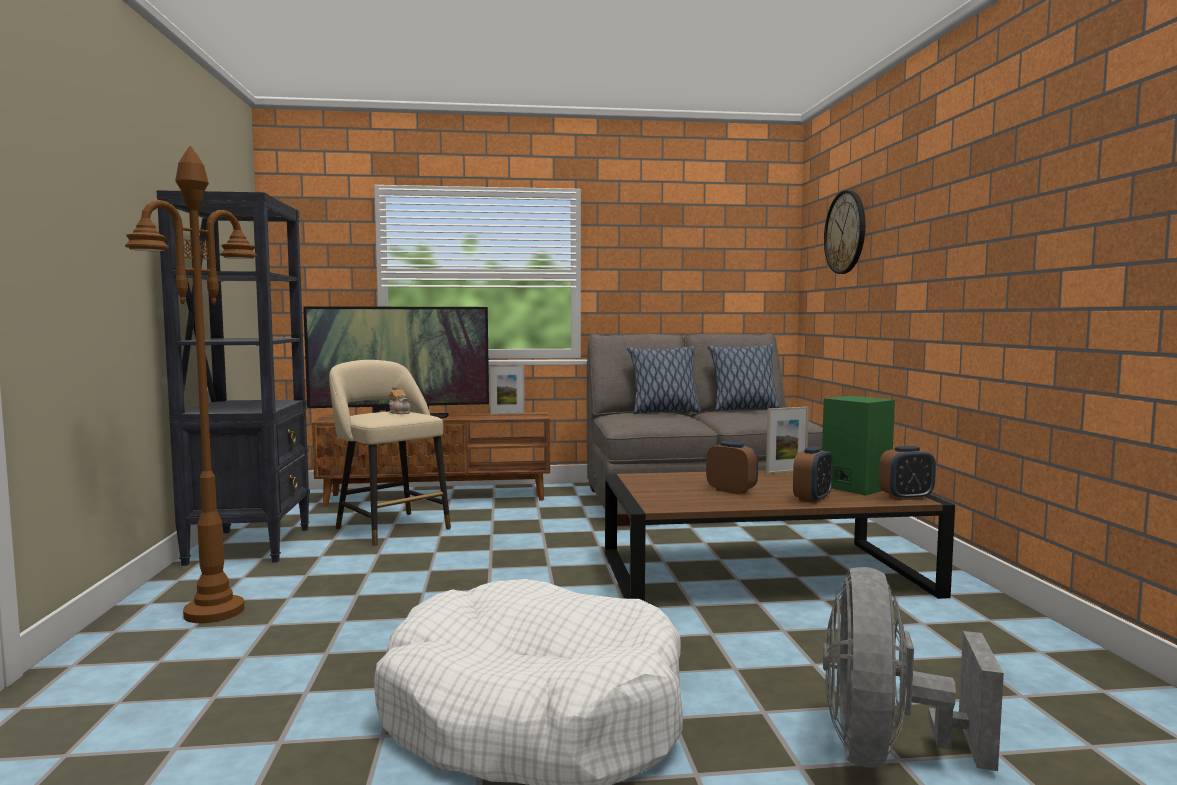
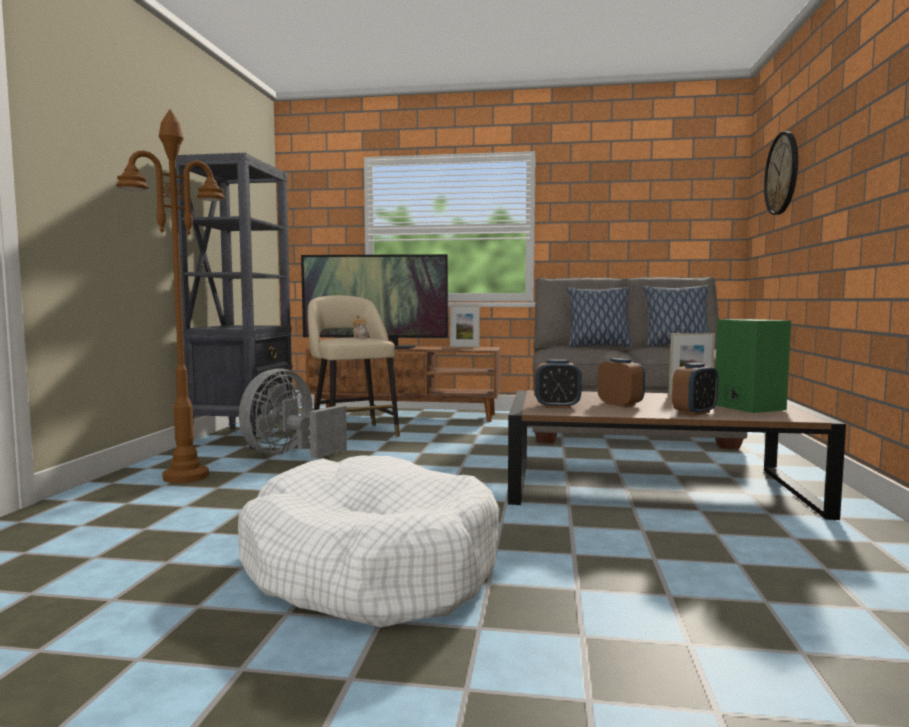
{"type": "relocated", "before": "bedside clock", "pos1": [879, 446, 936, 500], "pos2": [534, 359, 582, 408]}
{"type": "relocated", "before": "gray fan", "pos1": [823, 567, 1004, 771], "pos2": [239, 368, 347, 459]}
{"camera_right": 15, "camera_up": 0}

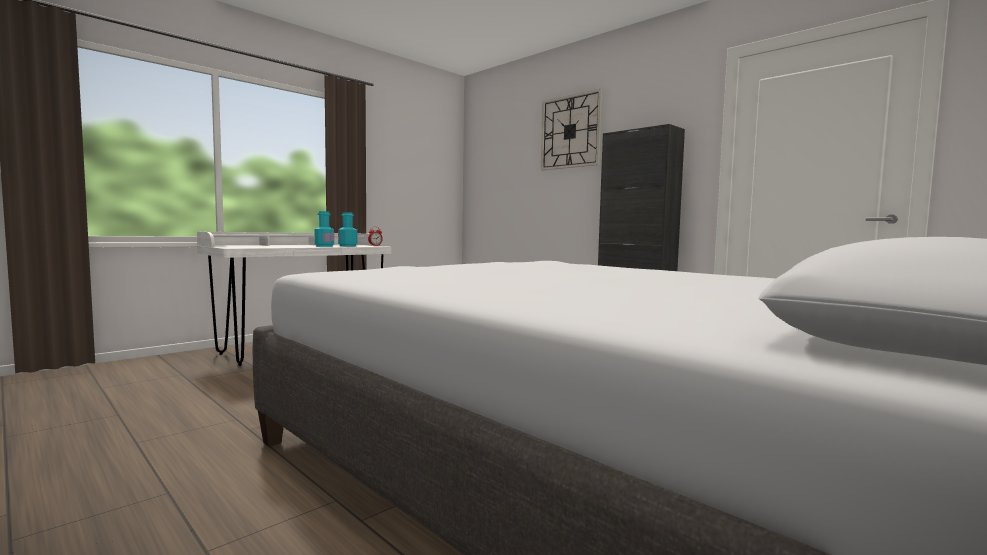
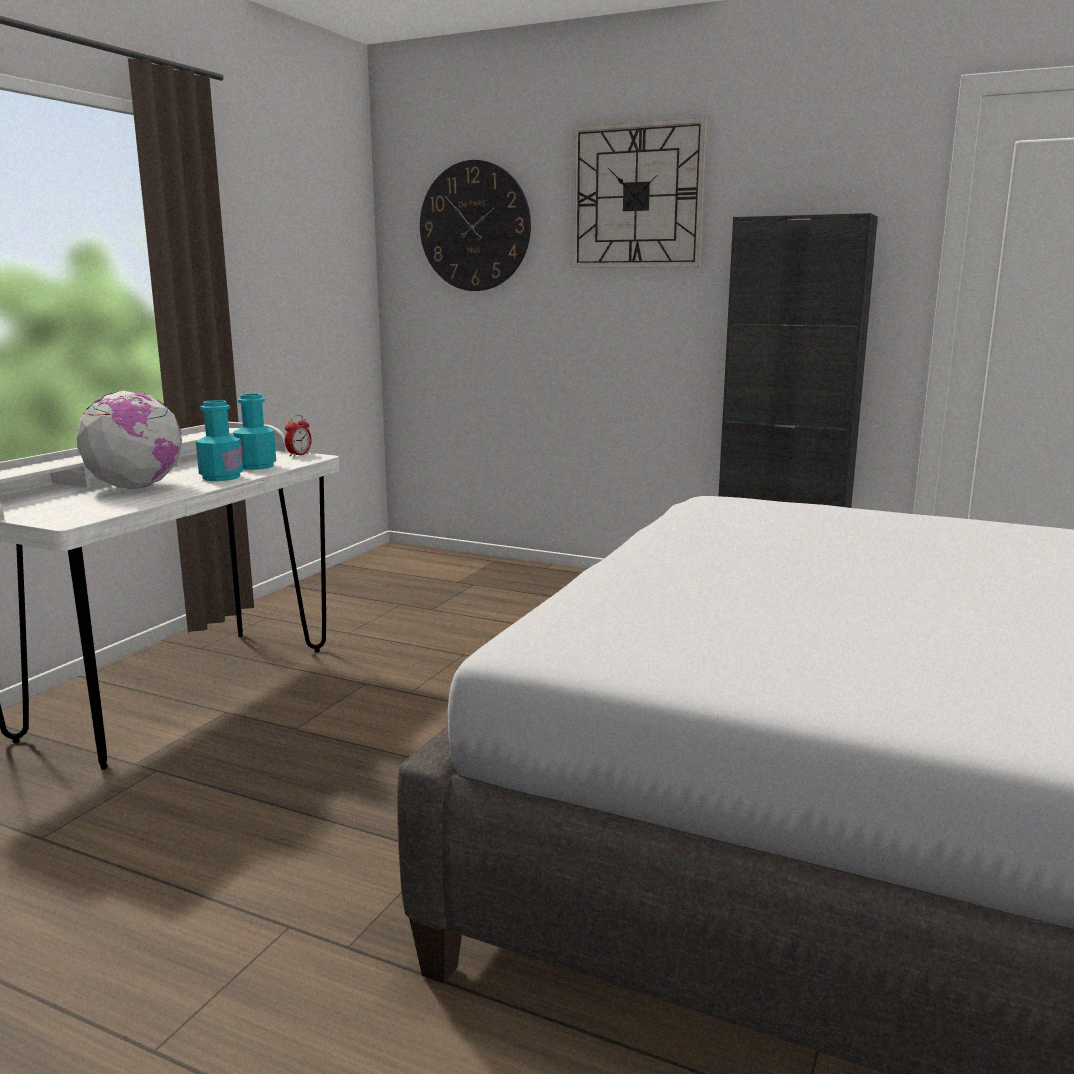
{"type": "appeared", "after": "hanging clock", "pos2": [420, 160, 531, 291]}
{"type": "appeared", "after": "world globe", "pos2": [77, 391, 182, 489]}
{"camera_right": -20, "camera_up": 10}

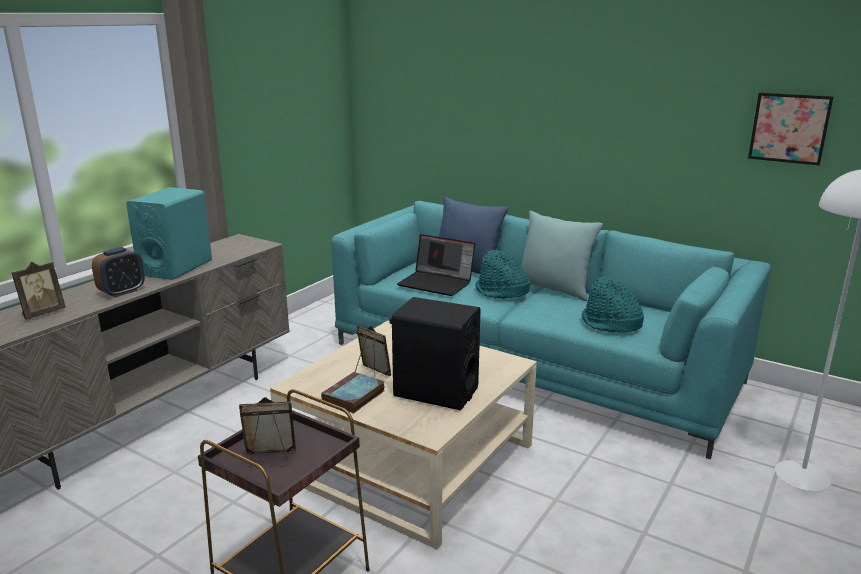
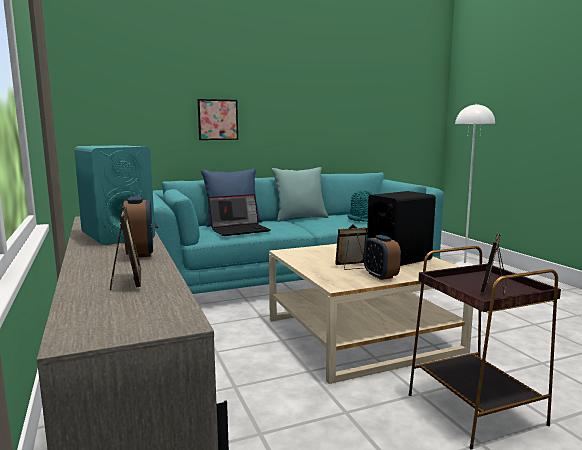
{"type": "relocated", "before": "wall picture", "pos1": [748, 93, 833, 165], "pos2": [197, 99, 238, 140]}
{"type": "missing", "before": "turquoise hat", "pos1": [475, 250, 530, 299]}
{"type": "exchanged", "before": "book", "after": "bedside clock", "pos1": [321, 372, 384, 414], "pos2": [364, 235, 401, 280]}
{"camera_right": -55, "camera_up": -10}

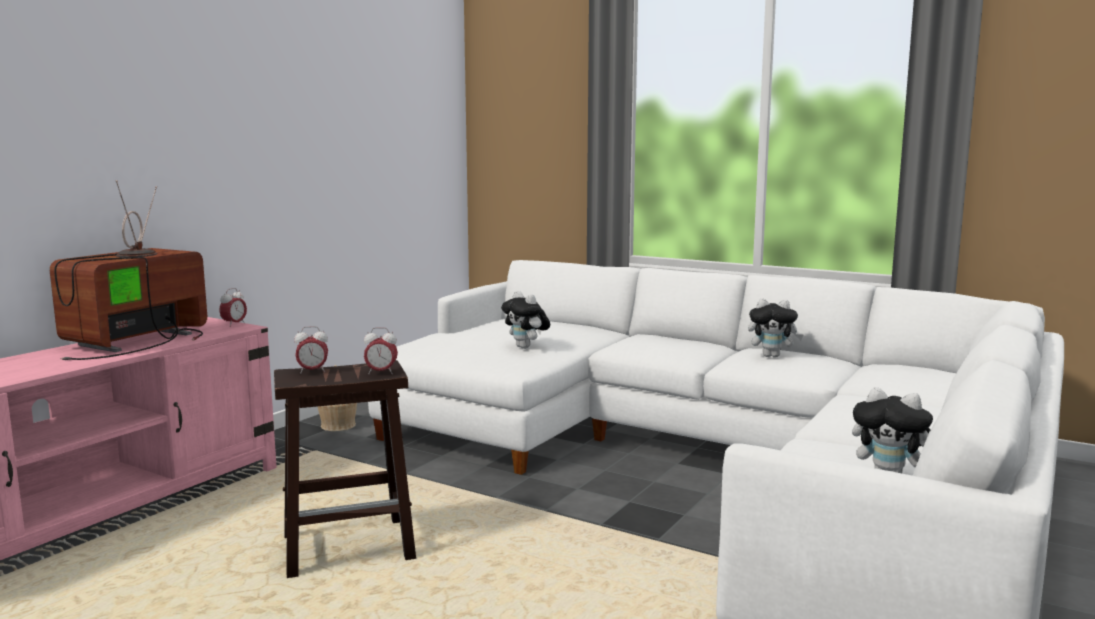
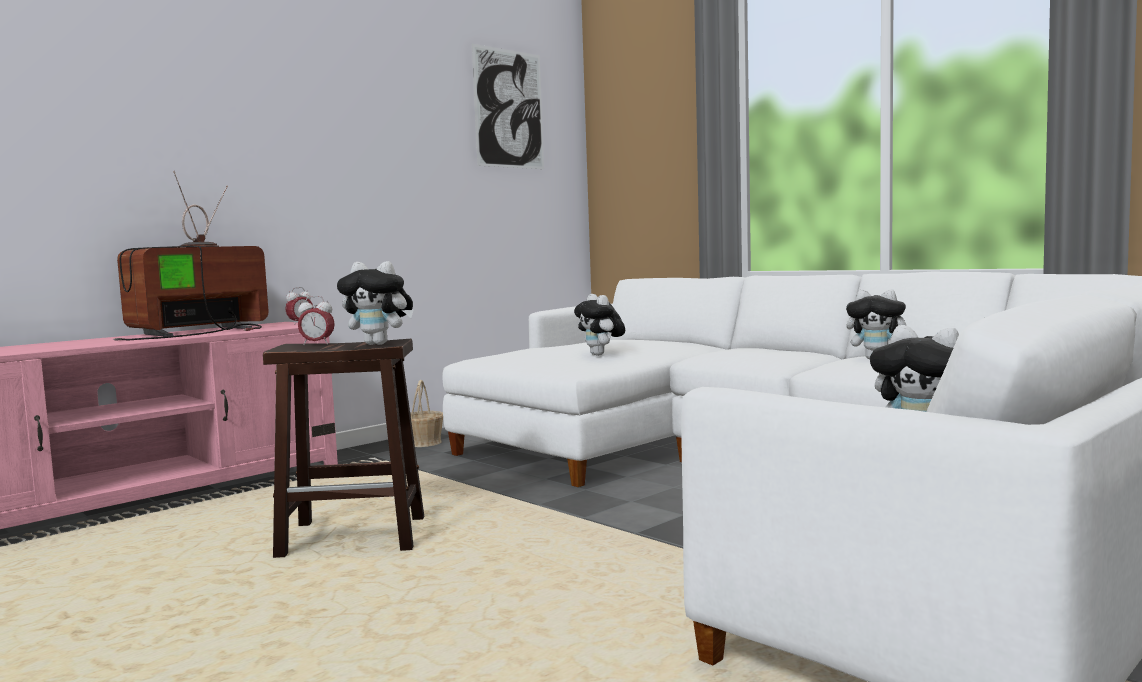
{"type": "exchanged", "before": "bedside clock", "after": "plush toy", "pos1": [364, 327, 398, 374], "pos2": [337, 261, 413, 345]}
{"type": "appeared", "after": "wall picture", "pos2": [472, 44, 544, 169]}
{"camera_right": 15, "camera_up": -5}

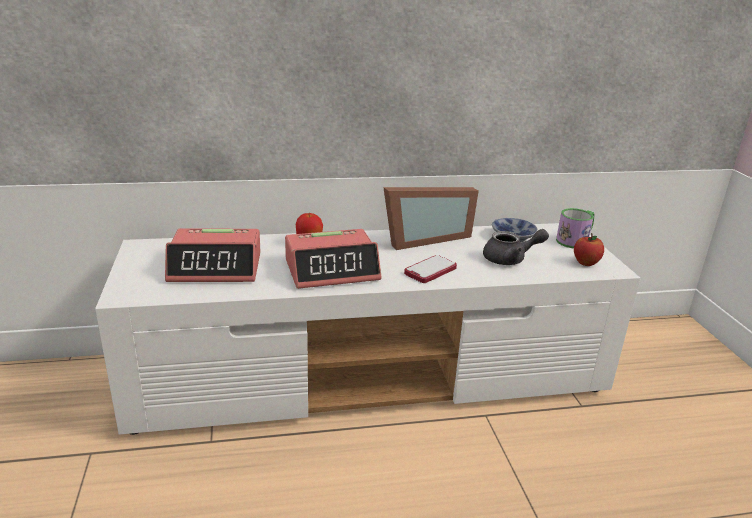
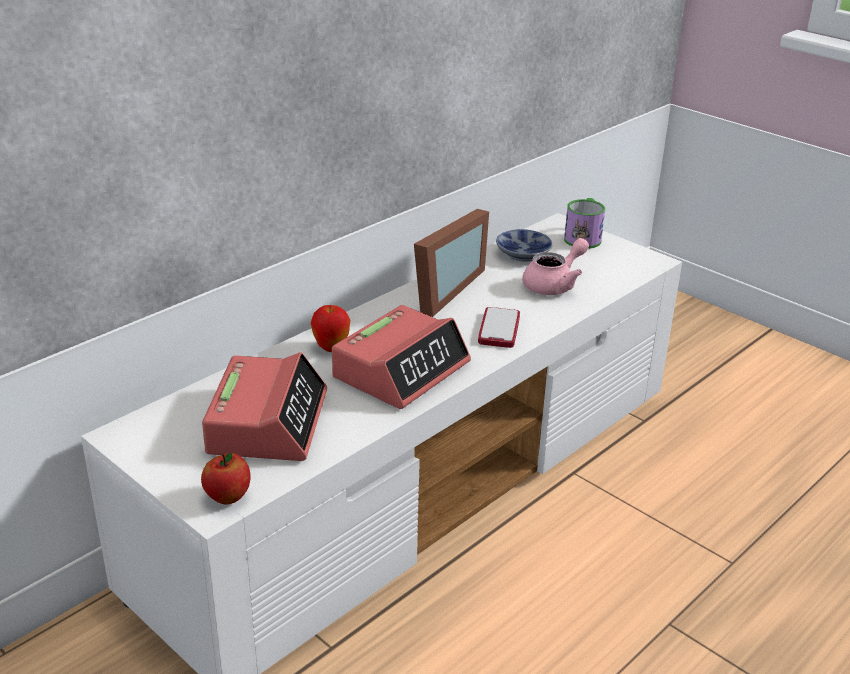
{"type": "spun", "before": "bedside clock", "pos1": [165, 228, 261, 282], "pos2": [202, 352, 327, 461], "turn": -45}
{"type": "colour", "before": "gray teapot", "after": "pink teapot", "pos1": [483, 229, 549, 265], "pos2": [522, 238, 589, 295]}
{"type": "relocated", "before": "apple", "pos1": [574, 233, 604, 266], "pos2": [201, 453, 251, 504]}
{"camera_right": -35, "camera_up": 5}

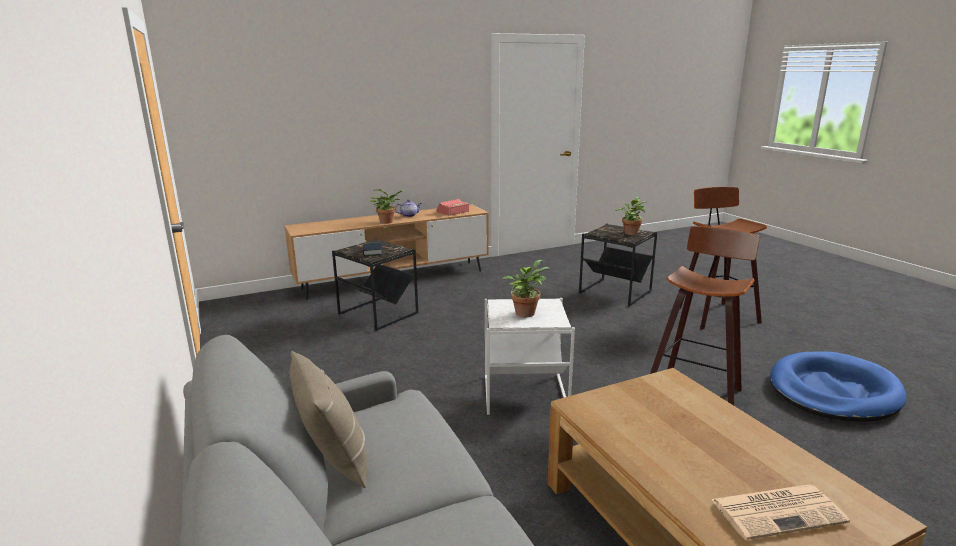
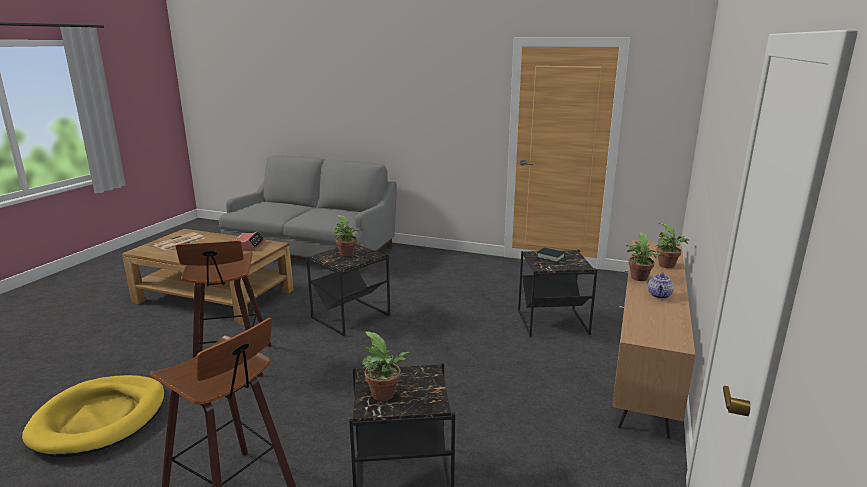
{"type": "relocated", "before": "bedside clock", "pos1": [436, 199, 469, 216], "pos2": [233, 231, 265, 251]}
{"type": "colour", "before": "white-coloured accent table", "after": "blackish accent table", "pos1": [485, 298, 575, 415], "pos2": [306, 244, 390, 336]}
{"type": "missing", "before": "beige-coloured cushion", "pos1": [290, 351, 367, 488]}
{"type": "colour", "before": "blue-coloured pet bed", "after": "yellowish pet bed", "pos1": [770, 352, 906, 422], "pos2": [22, 375, 165, 458]}
{"type": "appeared", "after": "houseplant", "pos2": [655, 223, 690, 268]}
{"camera_right": 135, "camera_up": 0}

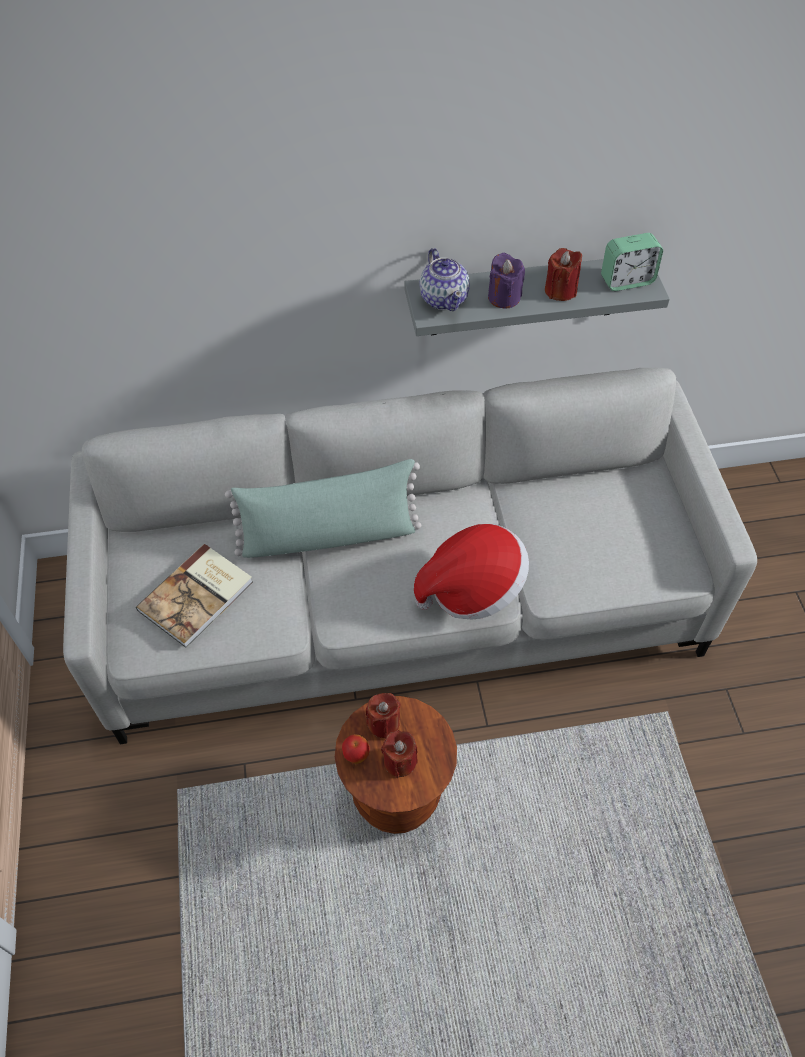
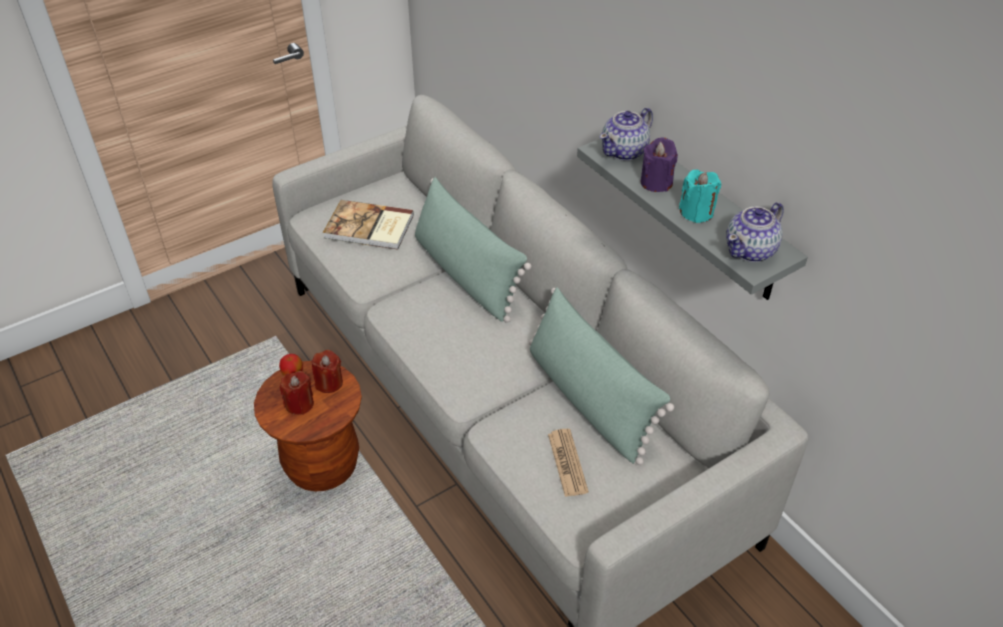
{"type": "exchanged", "before": "bedside clock", "after": "teapot", "pos1": [601, 233, 663, 291], "pos2": [726, 202, 784, 262]}
{"type": "colour", "before": "red-coloured candle", "after": "turquoise candle", "pos1": [545, 248, 582, 301], "pos2": [679, 170, 721, 223]}
{"type": "missing", "before": "hat", "pos1": [414, 524, 529, 619]}
{"type": "appeared", "after": "greenish cushion", "pos2": [529, 287, 674, 465]}
{"type": "appeared", "after": "printed paper", "pos2": [548, 429, 589, 497]}
{"camera_right": 65, "camera_up": -10}

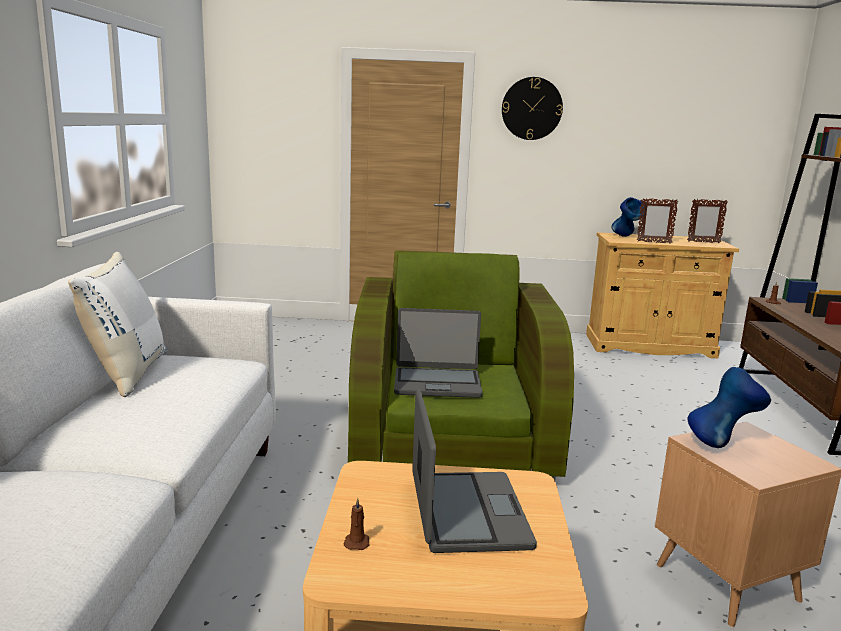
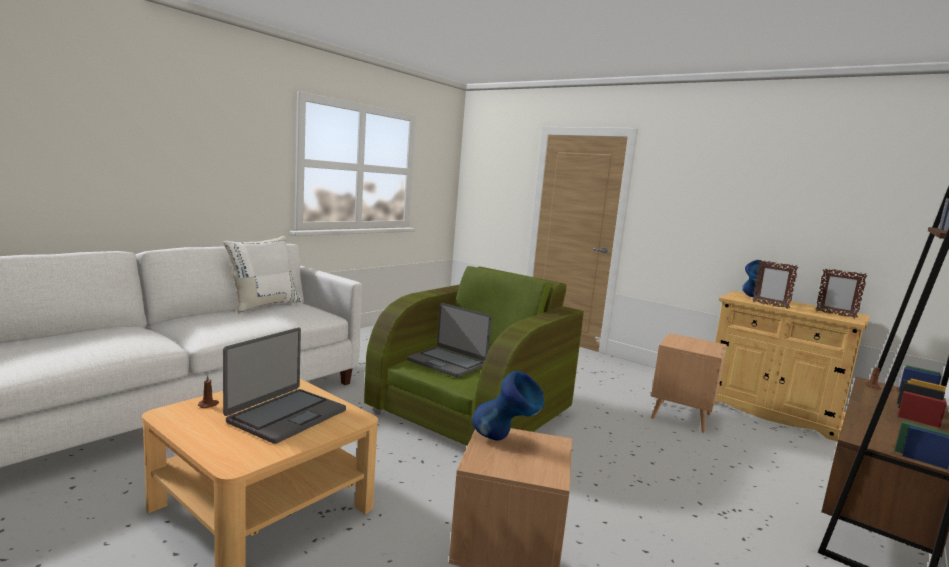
{"type": "missing", "before": "hanging clock", "pos1": [502, 77, 563, 140]}
{"type": "appeared", "after": "brown-coloured accent table", "pos2": [651, 333, 727, 433]}
{"camera_right": 35, "camera_up": -5}

